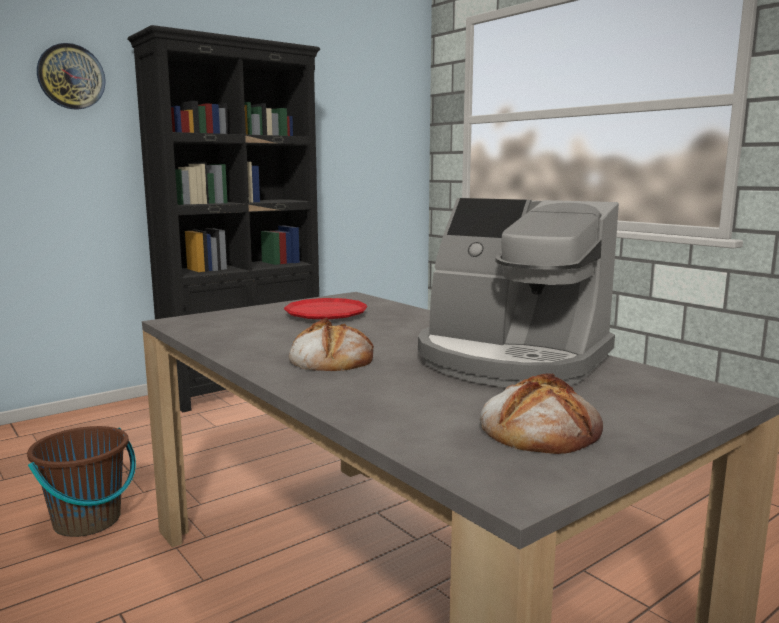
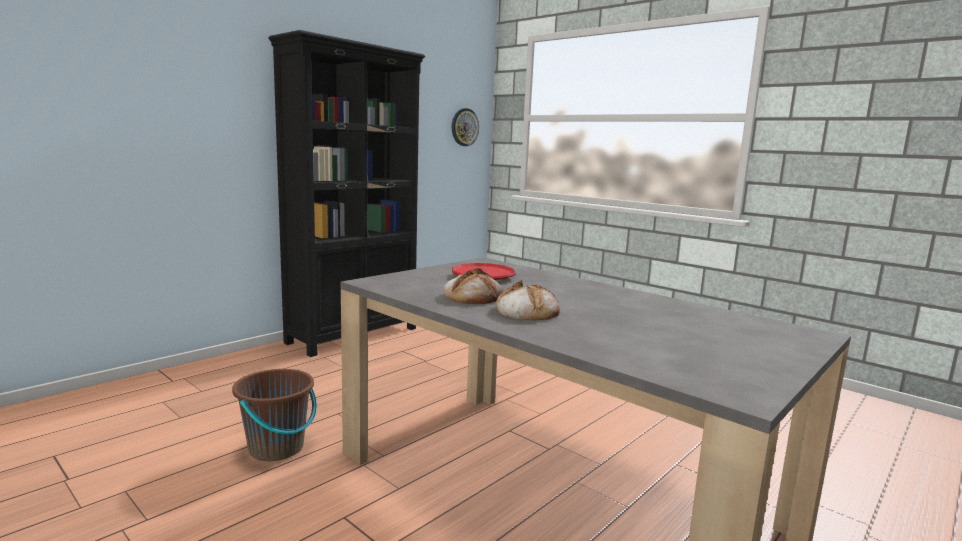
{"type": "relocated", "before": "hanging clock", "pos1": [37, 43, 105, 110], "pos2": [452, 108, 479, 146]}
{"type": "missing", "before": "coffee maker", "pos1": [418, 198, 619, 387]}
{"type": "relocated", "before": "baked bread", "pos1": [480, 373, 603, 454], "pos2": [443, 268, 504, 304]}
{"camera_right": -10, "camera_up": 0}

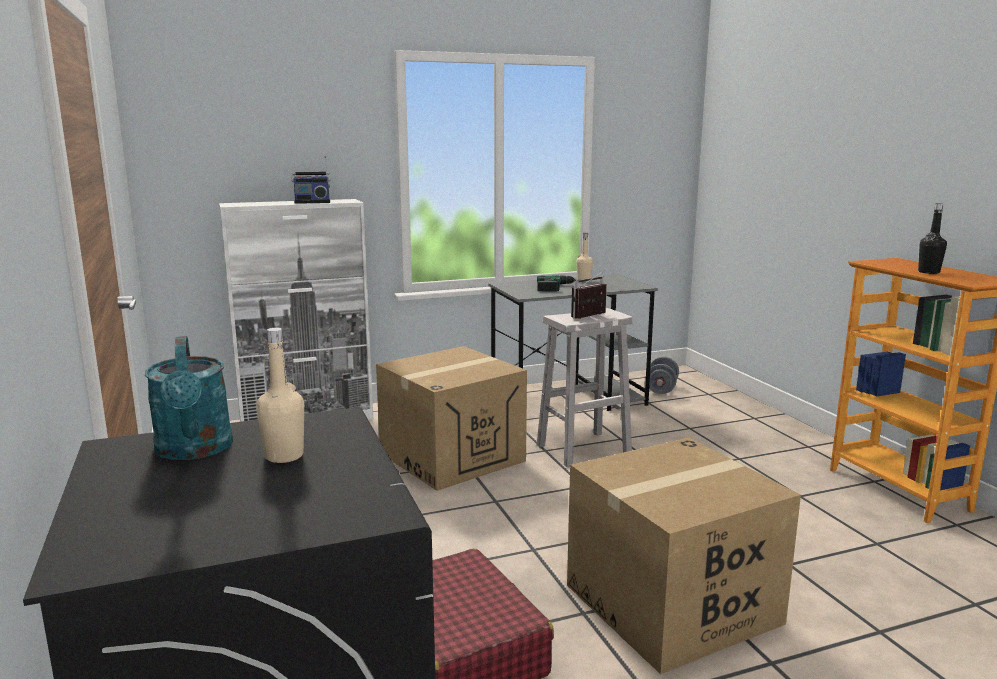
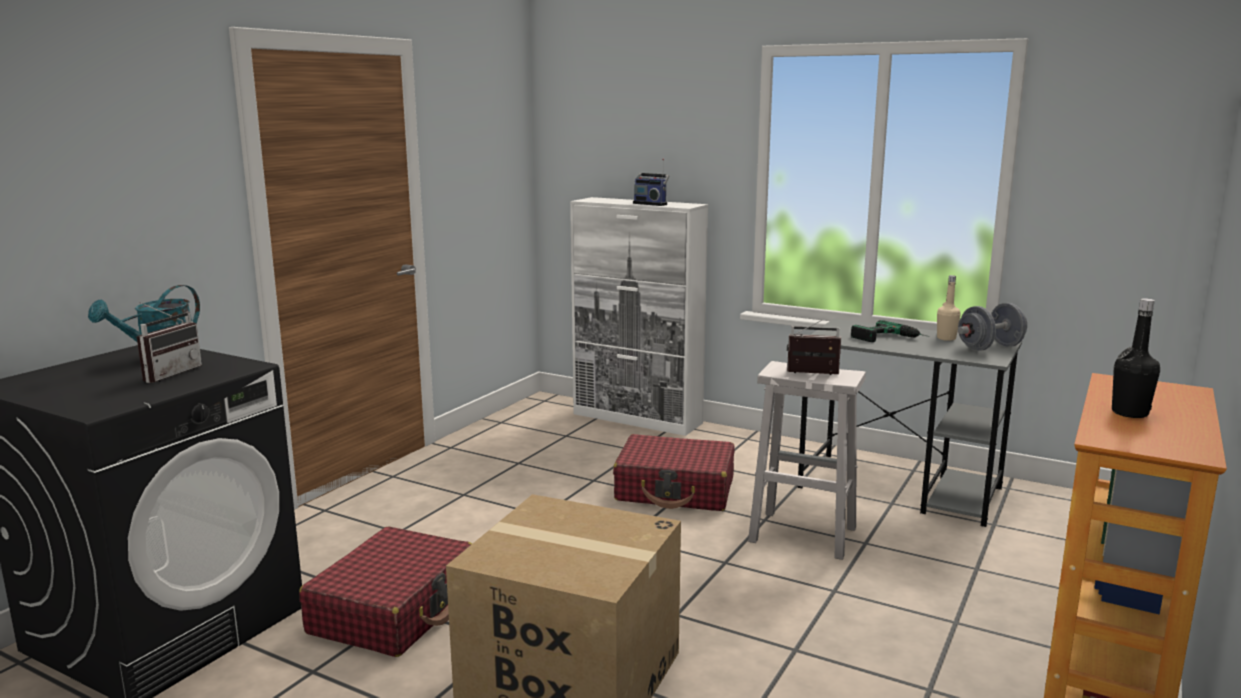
{"type": "exchanged", "before": "beige-coloured beverage bottle", "after": "radio", "pos1": [256, 328, 304, 463], "pos2": [137, 302, 202, 383]}
{"type": "exchanged", "before": "carton", "after": "red-coloured piece of luggage", "pos1": [376, 346, 527, 491], "pos2": [613, 434, 734, 511]}
{"type": "relocated", "before": "gray hand weight", "pos1": [645, 357, 679, 394], "pos2": [958, 303, 1027, 351]}
{"camera_right": 50, "camera_up": 0}

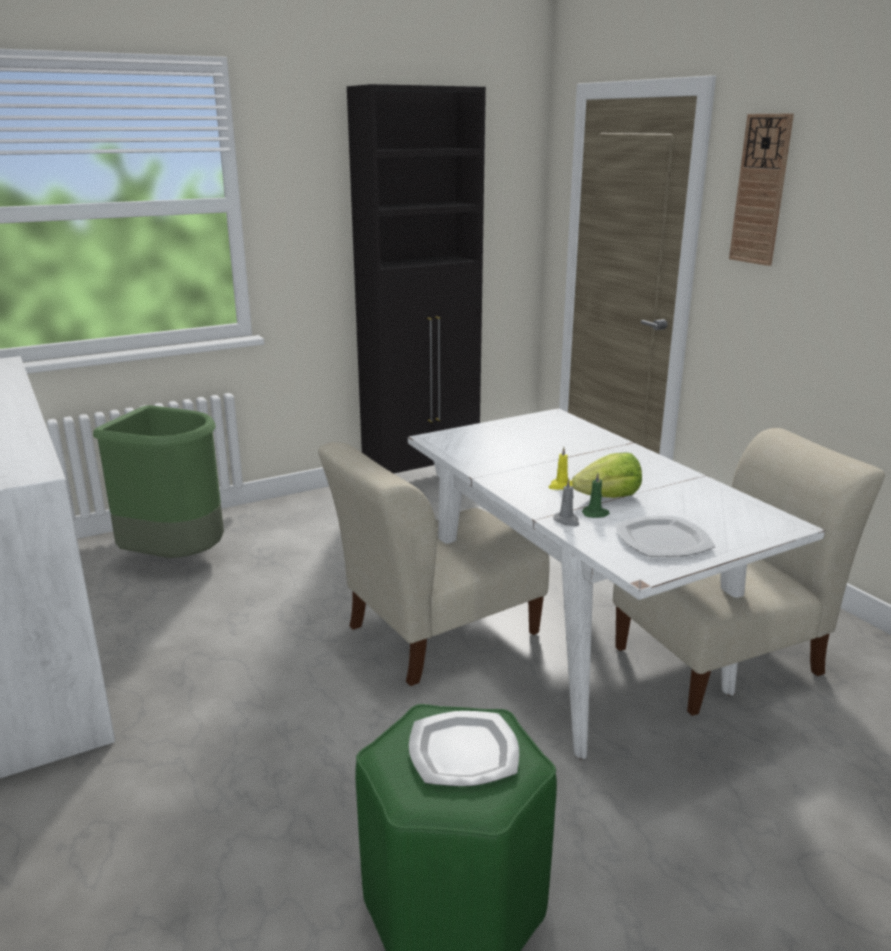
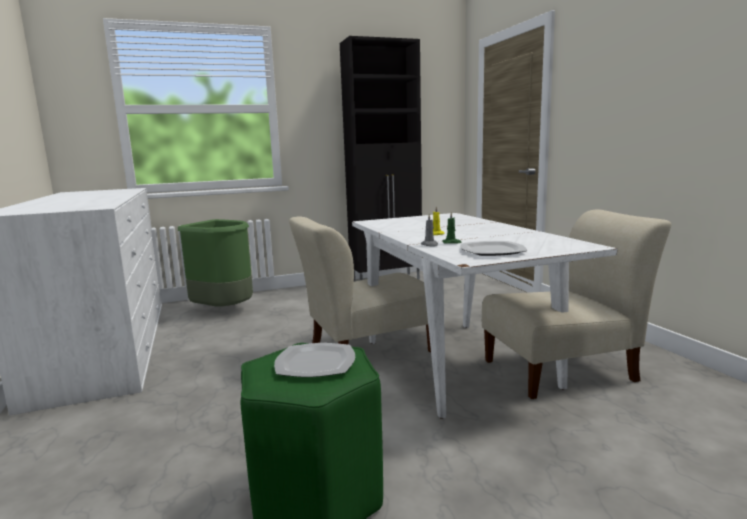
{"type": "missing", "before": "hanging clock", "pos1": [729, 114, 794, 266]}
{"type": "missing", "before": "lettuce head", "pos1": [572, 452, 642, 498]}
{"camera_right": 10, "camera_up": -10}

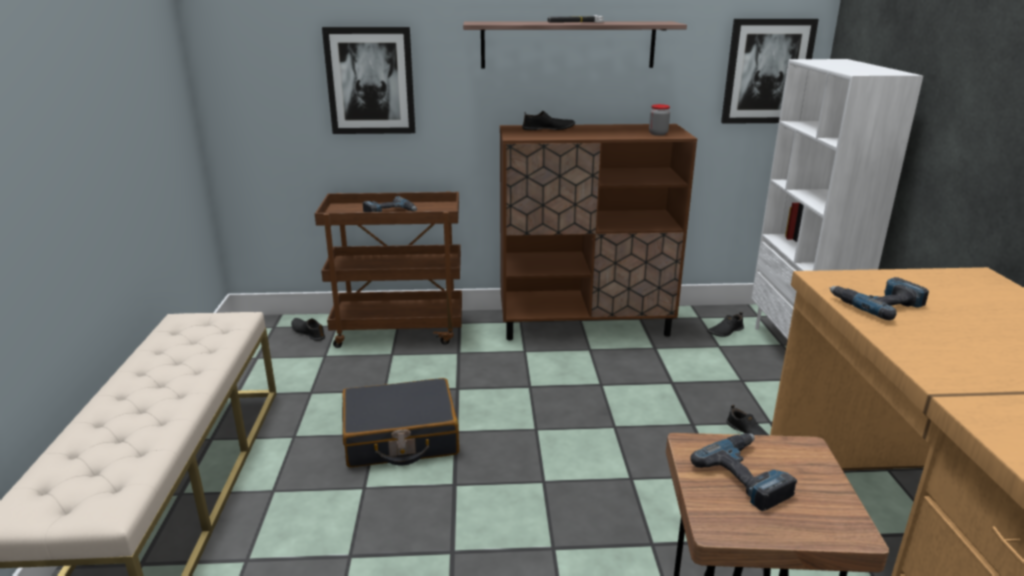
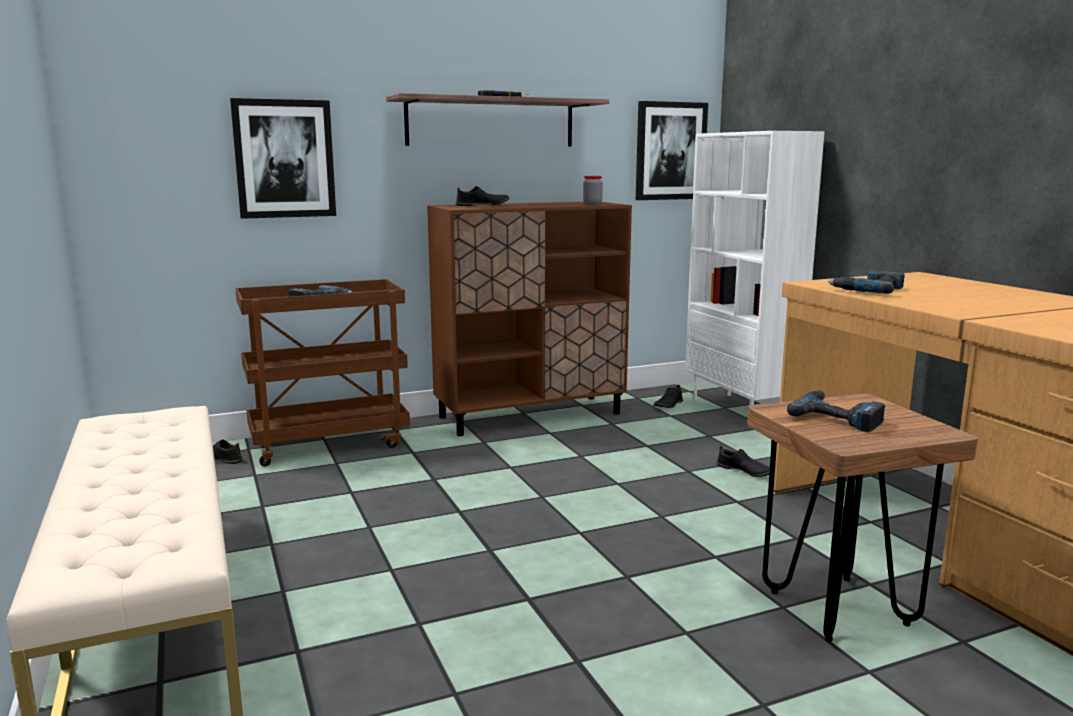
{"type": "missing", "before": "blackish piece of luggage", "pos1": [342, 378, 459, 467]}
{"camera_right": -20, "camera_up": -10}

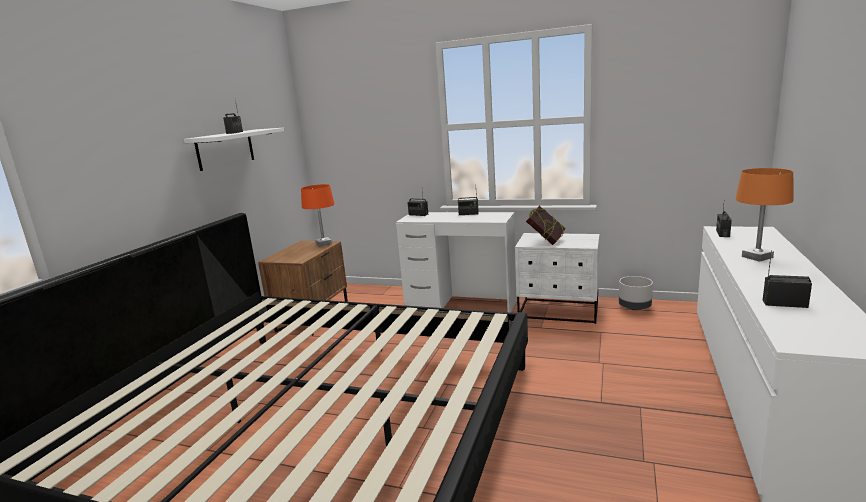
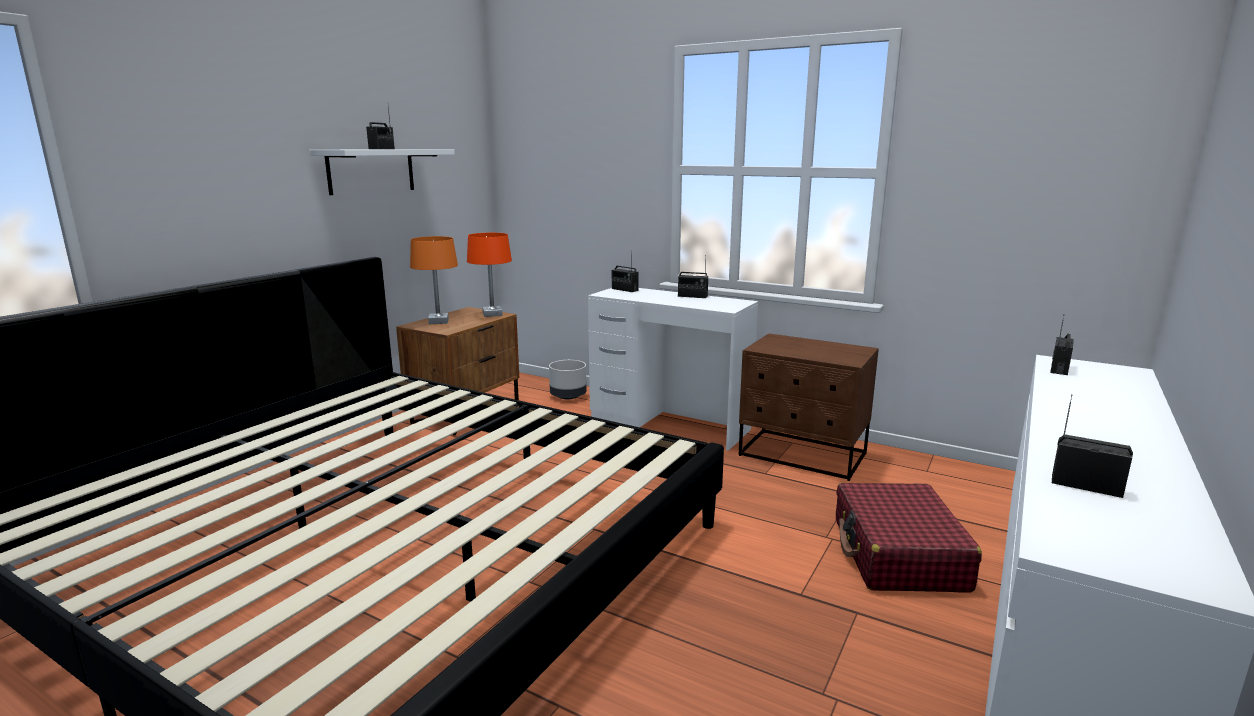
{"type": "relocated", "before": "orange tabletop lamp", "pos1": [735, 168, 794, 262], "pos2": [410, 236, 458, 324]}
{"type": "missing", "before": "book", "pos1": [526, 206, 566, 245]}
{"type": "colour", "before": "white-coloured nightstand", "after": "brown-coloured nightstand", "pos1": [515, 233, 600, 324], "pos2": [739, 333, 879, 481]}
{"type": "relocated", "before": "gray plant pot", "pos1": [619, 276, 653, 310], "pos2": [549, 360, 587, 400]}
{"type": "appeared", "after": "red-coloured piece of luggage", "pos2": [836, 483, 982, 592]}
{"camera_right": 10, "camera_up": 0}

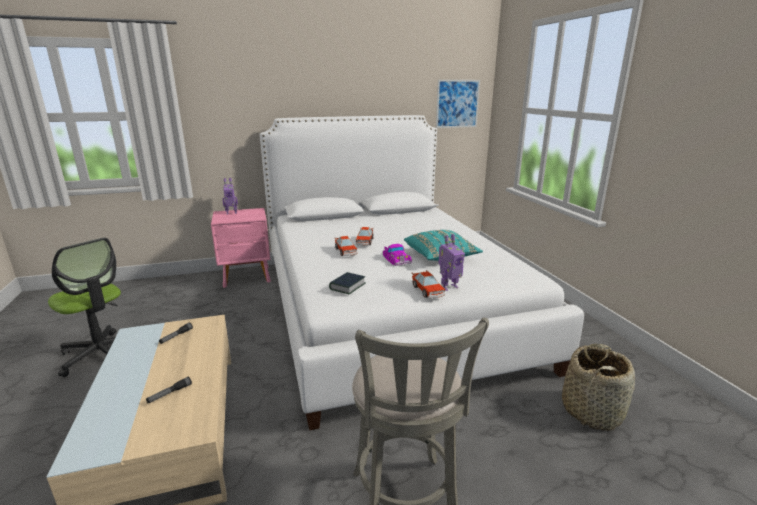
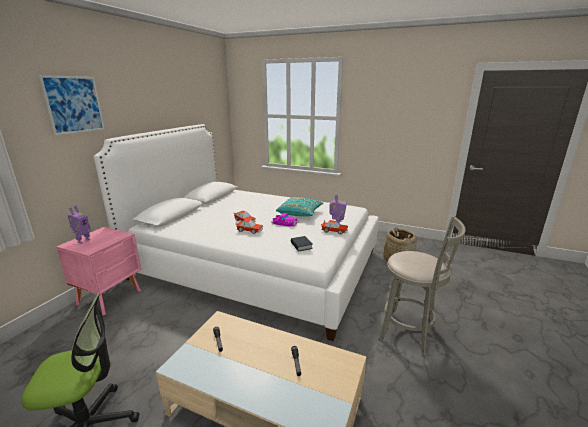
{"type": "relocated", "before": "wall picture", "pos1": [436, 80, 480, 128], "pos2": [39, 75, 105, 135]}
{"camera_right": -50, "camera_up": 0}

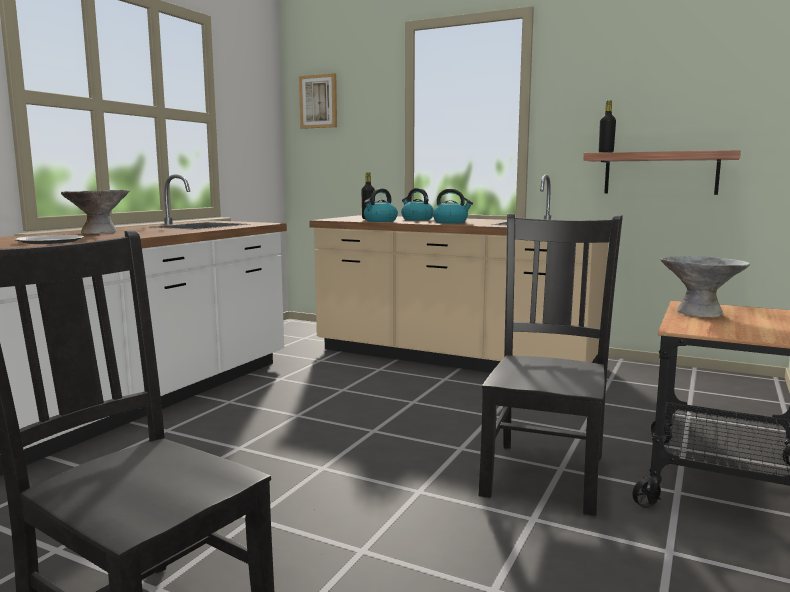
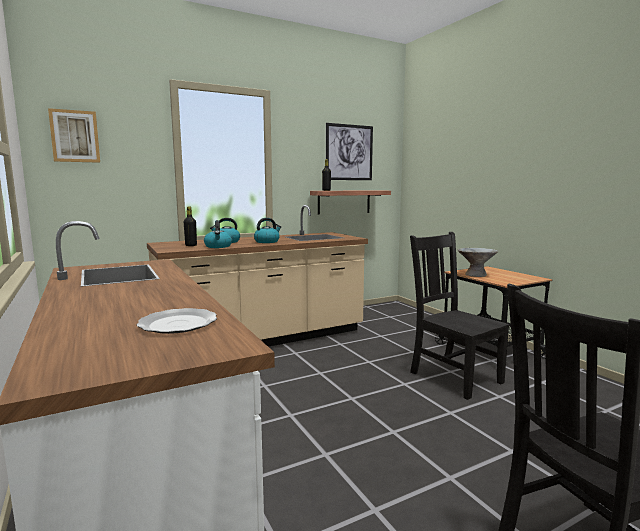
{"type": "missing", "before": "gray serving bowl", "pos1": [61, 190, 130, 234]}
{"type": "appeared", "after": "wall picture", "pos2": [326, 123, 373, 180]}
{"camera_right": -55, "camera_up": 0}

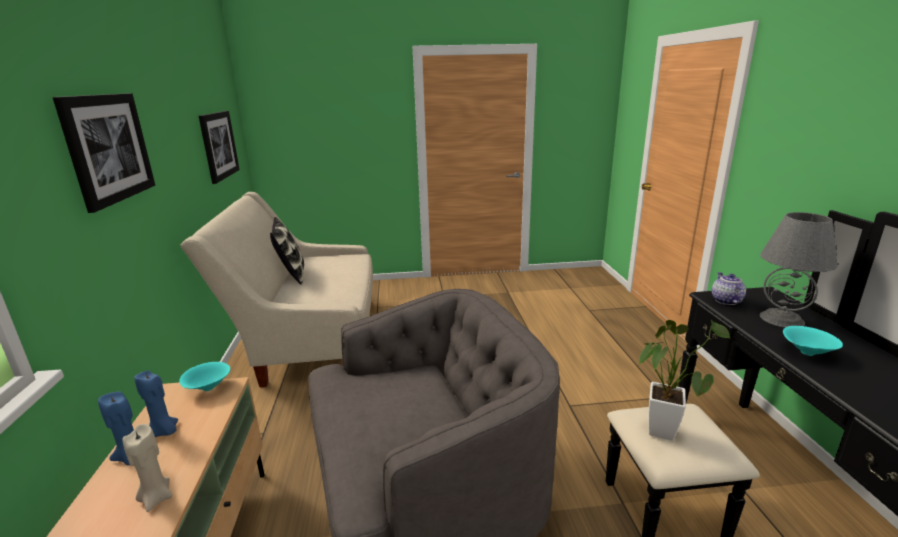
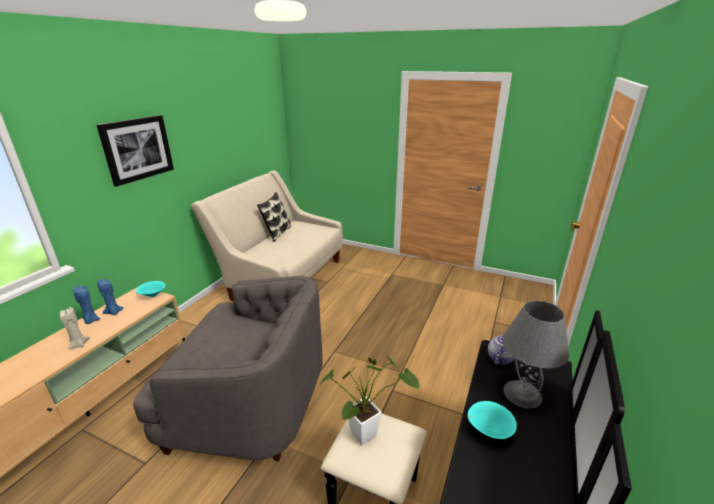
{"type": "missing", "before": "wall picture", "pos1": [199, 111, 240, 184]}
{"camera_right": 30, "camera_up": 5}

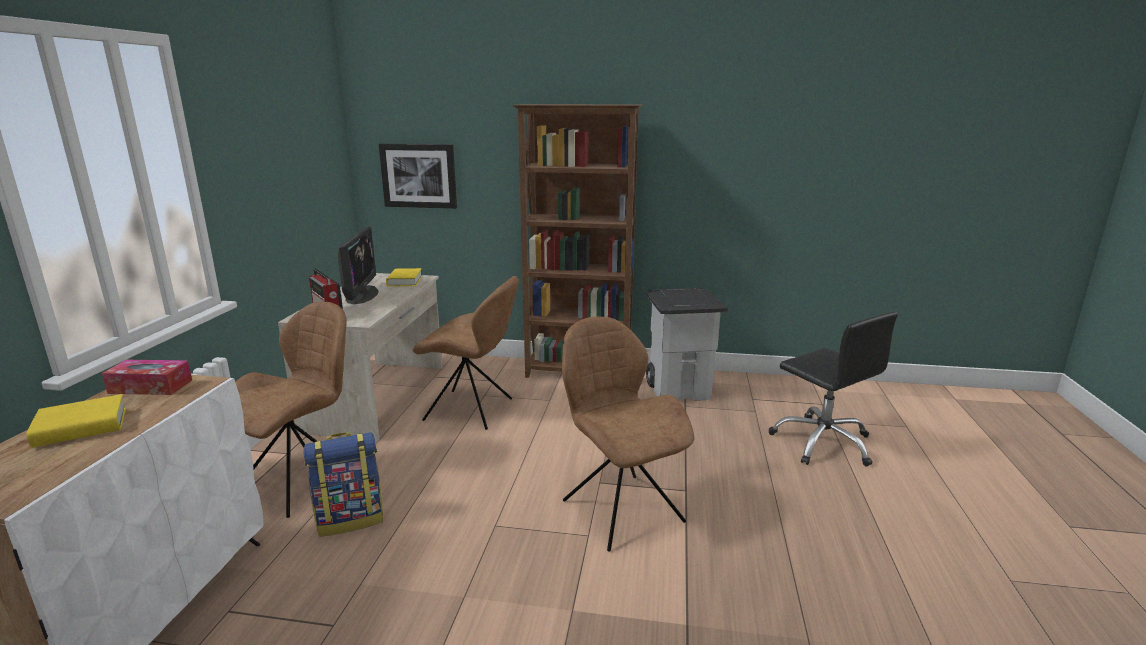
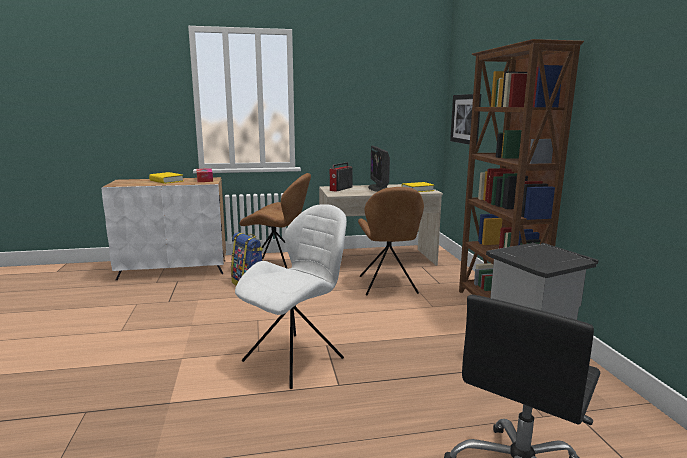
{"type": "spun", "before": "monitor", "pos1": [338, 226, 379, 304], "pos2": [368, 146, 390, 192], "turn": 105}
{"type": "colour", "before": "brown-coloured plain chair", "after": "white-coloured plain chair", "pos1": [562, 317, 694, 552], "pos2": [235, 204, 347, 389]}
{"camera_right": 70, "camera_up": -5}

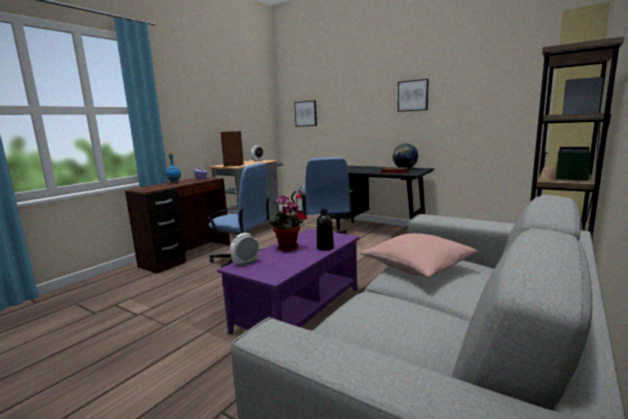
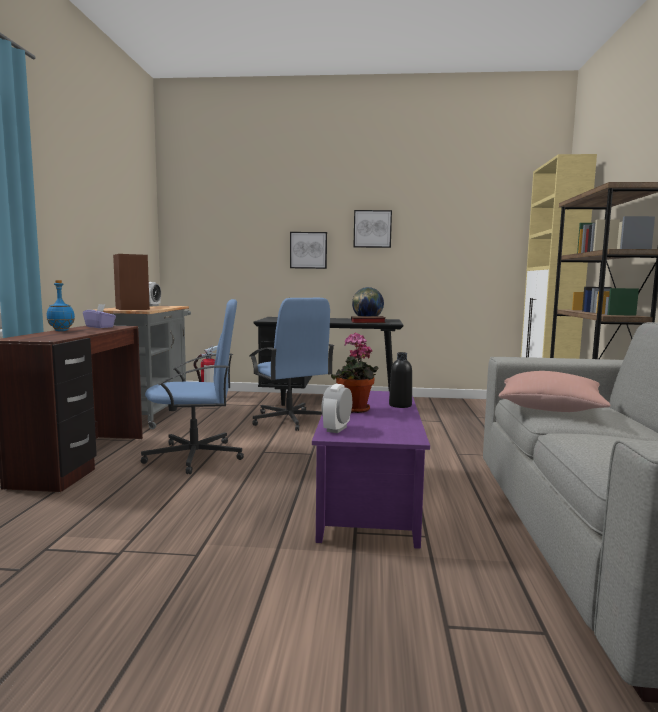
{"type": "relocated", "before": "wall picture", "pos1": [294, 100, 317, 127], "pos2": [290, 232, 327, 269]}
{"camera_right": -30, "camera_up": -5}

